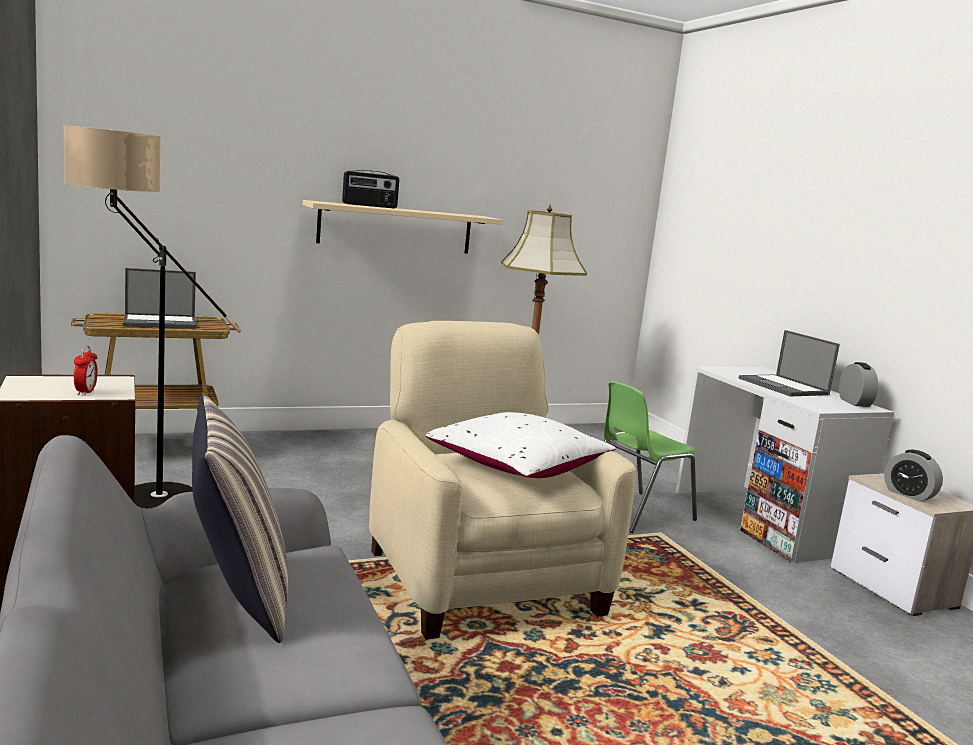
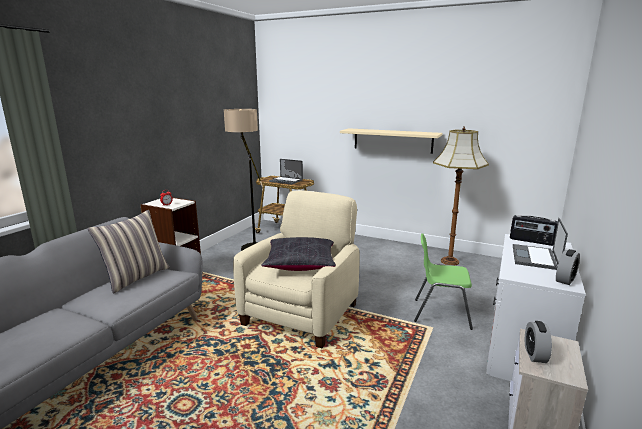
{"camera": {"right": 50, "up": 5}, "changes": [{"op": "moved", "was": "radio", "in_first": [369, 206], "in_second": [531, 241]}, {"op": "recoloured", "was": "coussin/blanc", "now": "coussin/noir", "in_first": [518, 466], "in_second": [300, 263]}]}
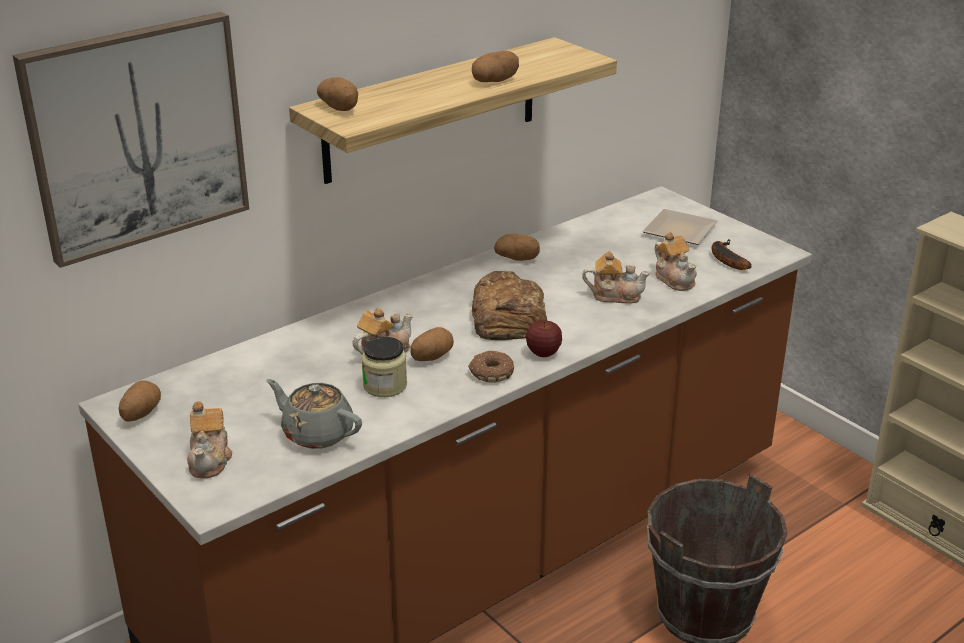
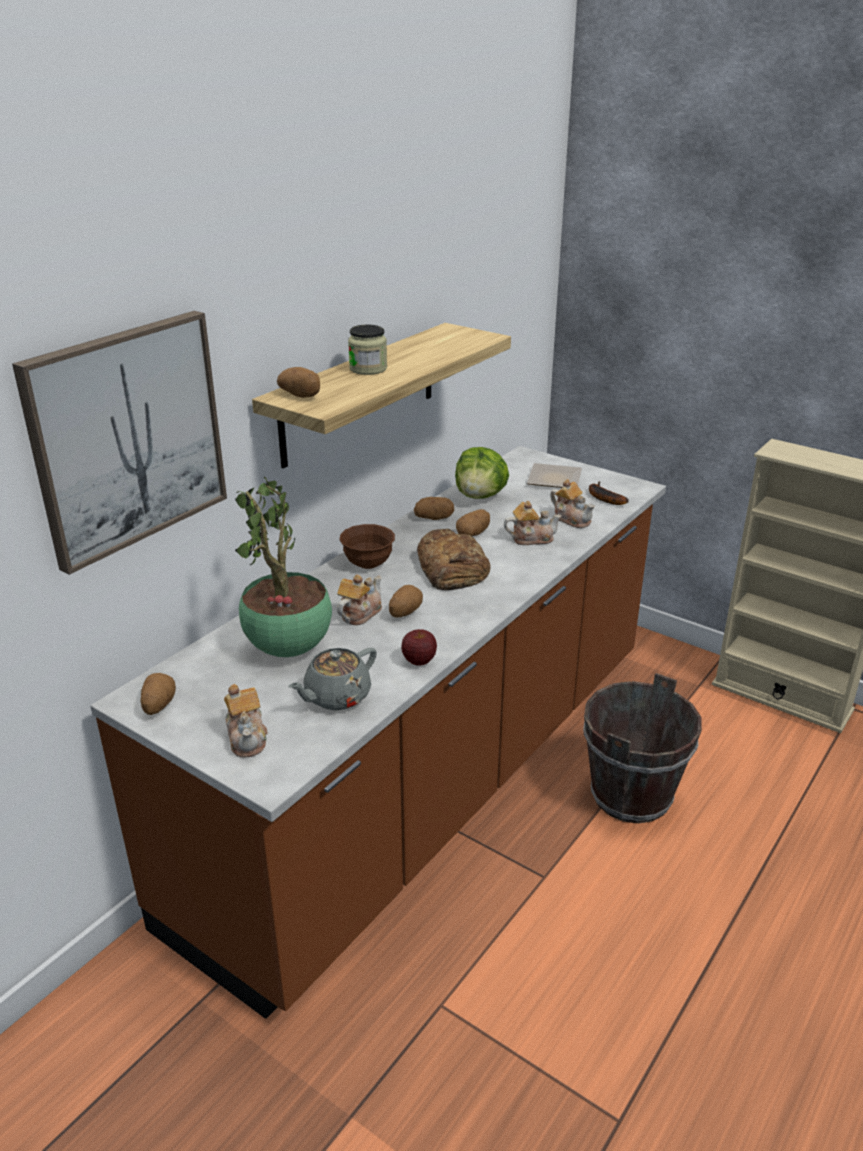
{"camera": {"right": -15, "up": 0}, "changes": [{"op": "turned", "was": "théière/gris", "in_first": [317, 433], "in_second": [336, 696], "clockwise": -60}, {"op": "moved", "was": "bocal", "in_first": [385, 386], "in_second": [368, 369]}, {"op": "removed", "was": "beignet", "in_first": [491, 373]}, {"op": "moved", "was": "pomme de terre", "in_first": [495, 81], "in_second": [473, 534]}, {"op": "moved", "was": "pomme", "in_first": [543, 353], "in_second": [419, 661]}, {"op": "added", "now": "plante en pot", "in_second": [288, 650]}, {"op": "added", "now": "bol/marron", "in_second": [368, 564]}, {"op": "added", "now": "laitue", "in_second": [480, 496]}]}
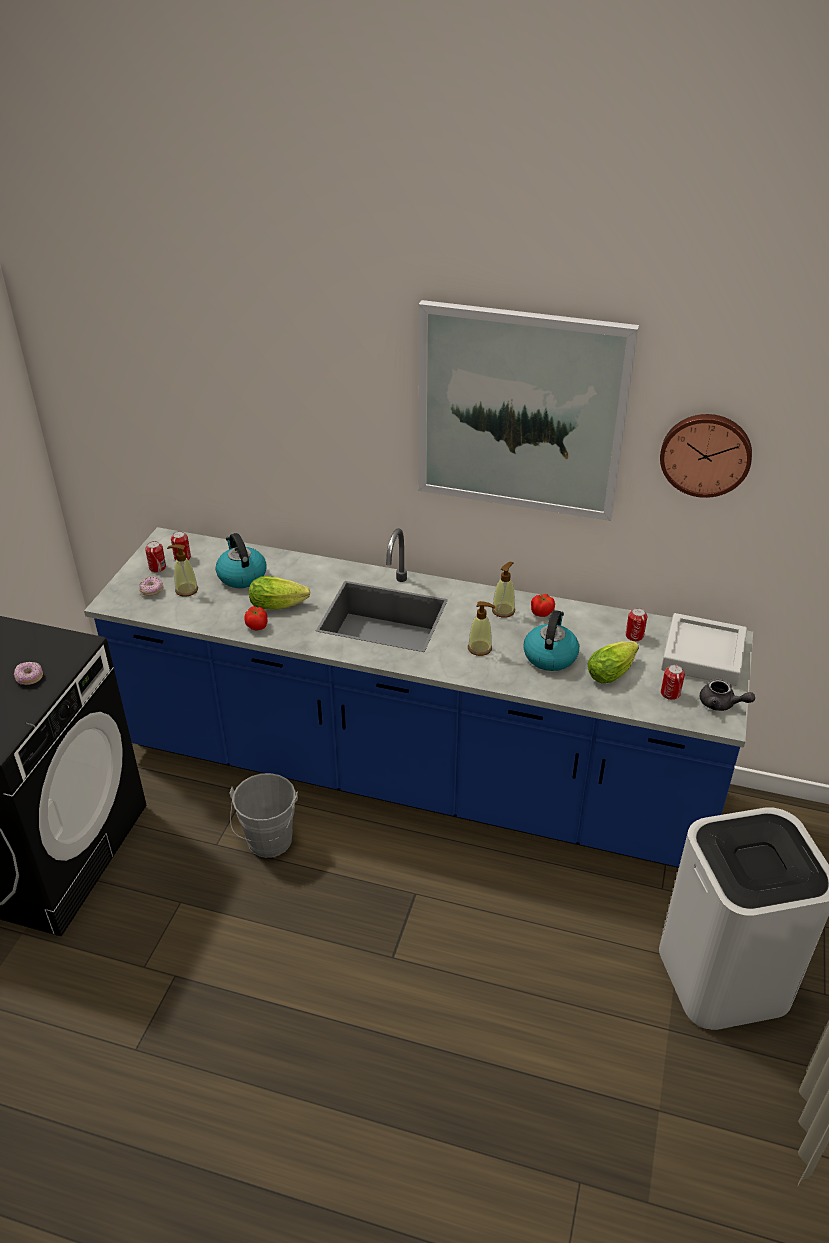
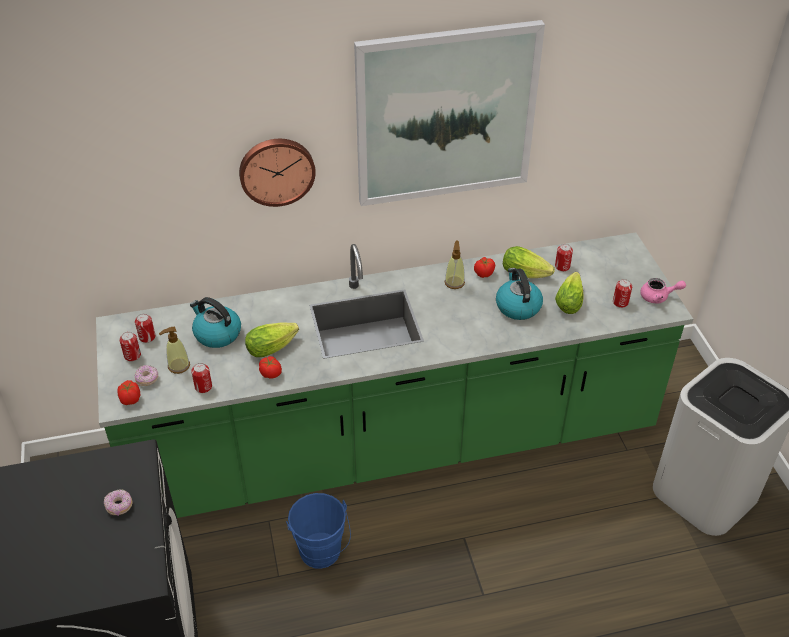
{"camera": {"right": -30, "up": 5}, "changes": [{"op": "recoloured", "was": "comptoir de cuisine/bleu", "now": "comptoir de cuisine/vert", "in_first": [414, 775], "in_second": [394, 444]}, {"op": "recoloured", "was": "seau/gris", "now": "seau/bleu", "in_first": [268, 844], "in_second": [321, 555]}, {"op": "removed", "was": "distributeur de savon", "in_first": [480, 648]}, {"op": "moved", "was": "horloge murale", "in_first": [706, 453], "in_second": [276, 170]}, {"op": "removed", "was": "plateau/gris", "in_first": [703, 655]}, {"op": "recoloured", "was": "théière/gris", "now": "théière/rose", "in_first": [721, 704], "in_second": [658, 297]}, {"op": "added", "now": "tomate", "in_second": [130, 399]}, {"op": "added", "now": "boîte métallique", "in_second": [203, 387]}, {"op": "added", "now": "laitue", "in_second": [527, 274]}]}
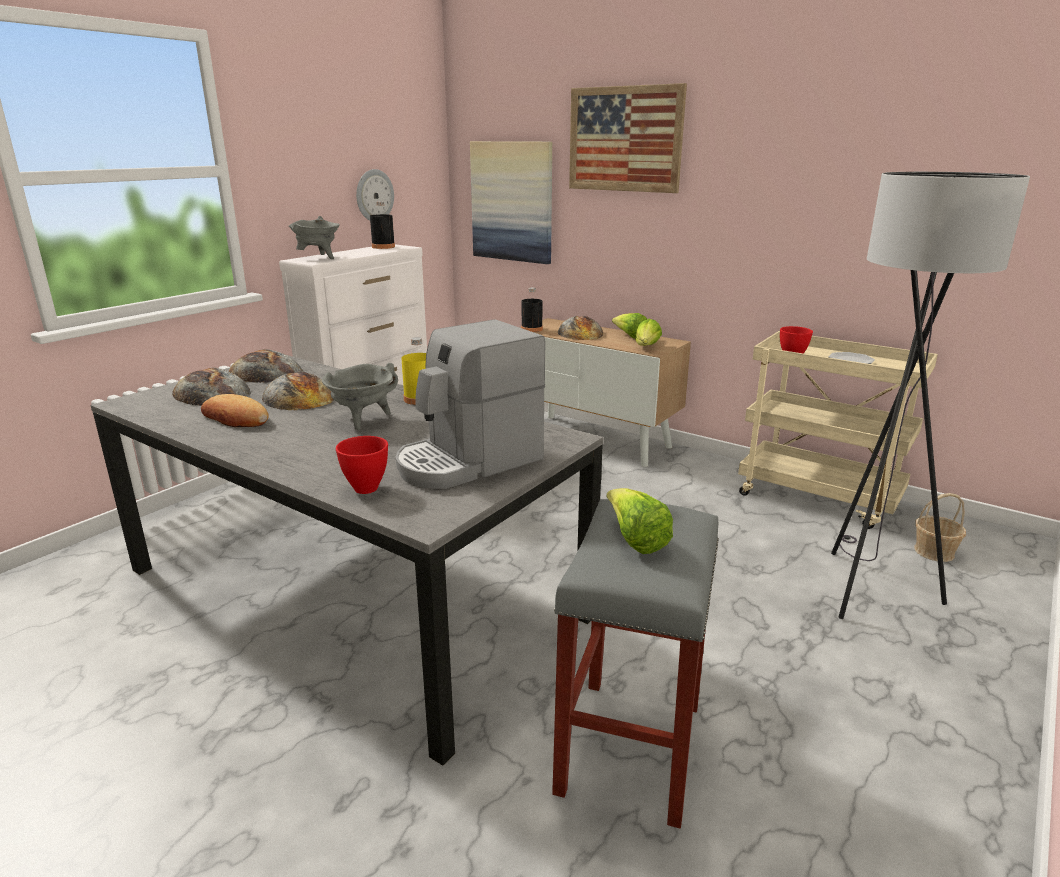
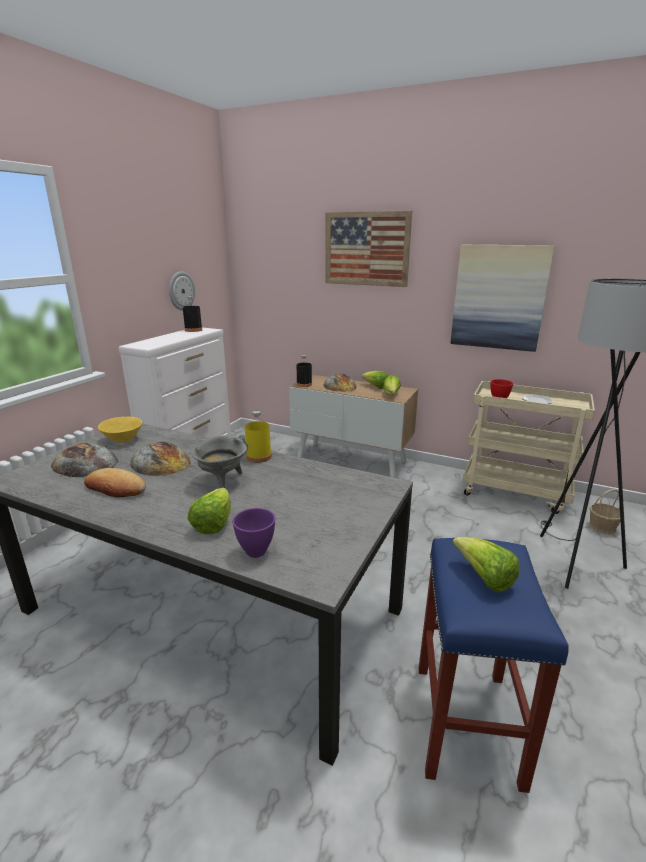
{"camera": {"right": -10, "up": 0}, "changes": [{"op": "replaced", "was": "pain", "now": "bol/jaune", "in_first": [265, 372], "in_second": [123, 440]}, {"op": "removed", "was": "marmite/gris", "in_first": [318, 258]}, {"op": "recoloured", "was": "bol/rouge", "now": "bol/violet", "in_first": [367, 488], "in_second": [256, 551]}, {"op": "removed", "was": "machine à café", "in_first": [468, 462]}, {"op": "moved", "was": "tableau", "in_first": [512, 202], "in_second": [499, 297]}, {"op": "recoloured", "was": "tabouret/gris", "now": "tabouret/bleu", "in_first": [631, 750], "in_second": [468, 725]}, {"op": "added", "now": "laitue", "in_second": [213, 523]}]}
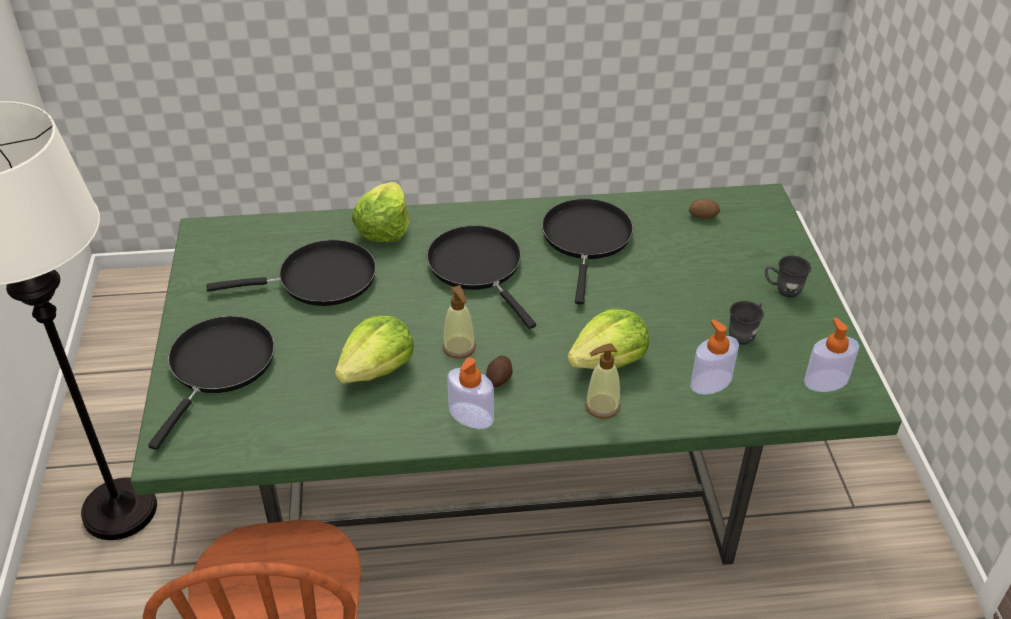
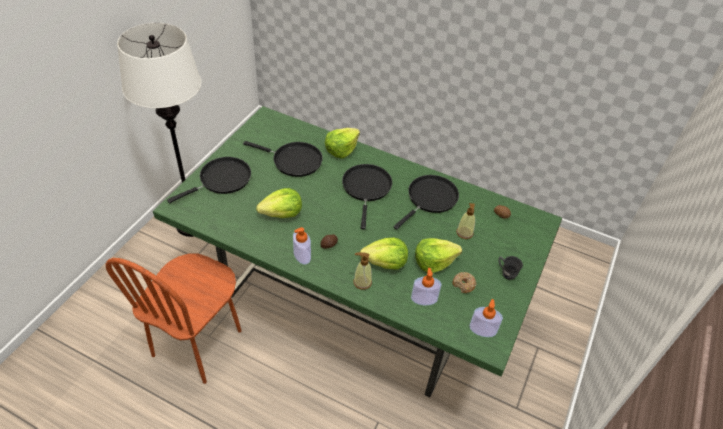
{"camera": {"right": 30, "up": 5}, "changes": [{"op": "moved", "was": "distributeur de savon", "in_first": [459, 347], "in_second": [464, 233]}, {"op": "replaced", "was": "mug/gris", "now": "beignet", "in_first": [744, 334], "in_second": [463, 285]}, {"op": "added", "now": "laitue", "in_second": [434, 262]}]}
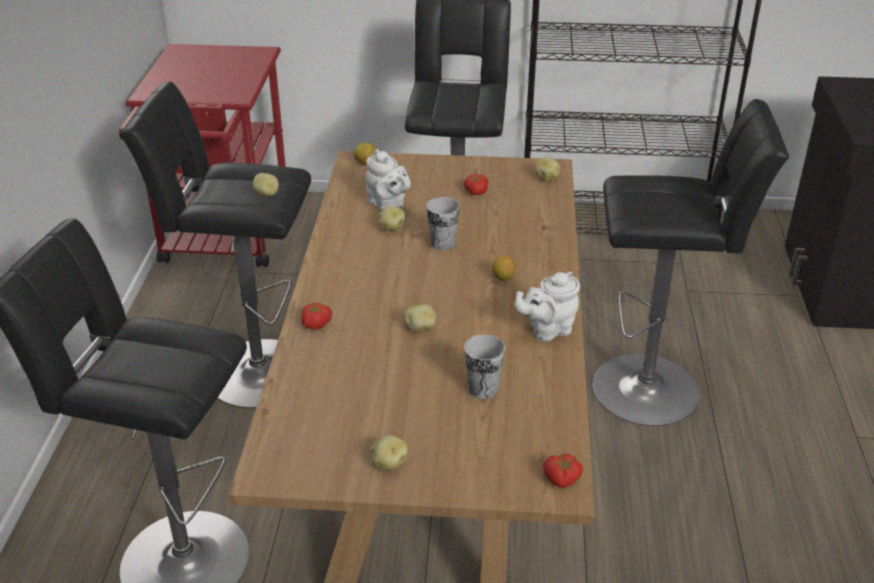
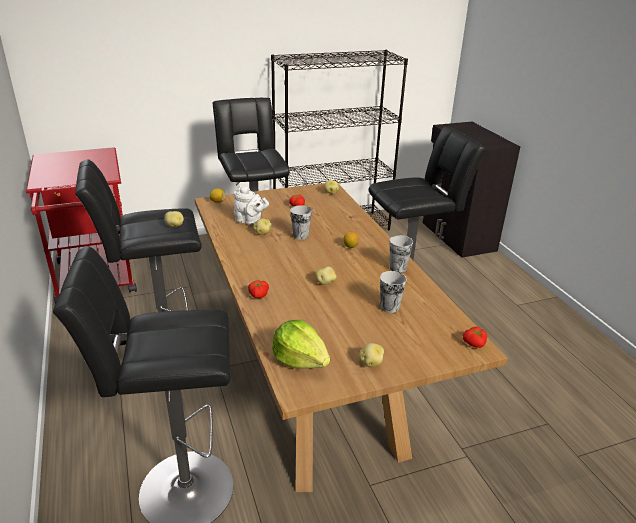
{"camera": {"right": -25, "up": -5}, "changes": [{"op": "replaced", "was": "théière/blanc", "now": "tasse", "in_first": [547, 330], "in_second": [398, 268]}, {"op": "added", "now": "laitue", "in_second": [300, 359]}]}
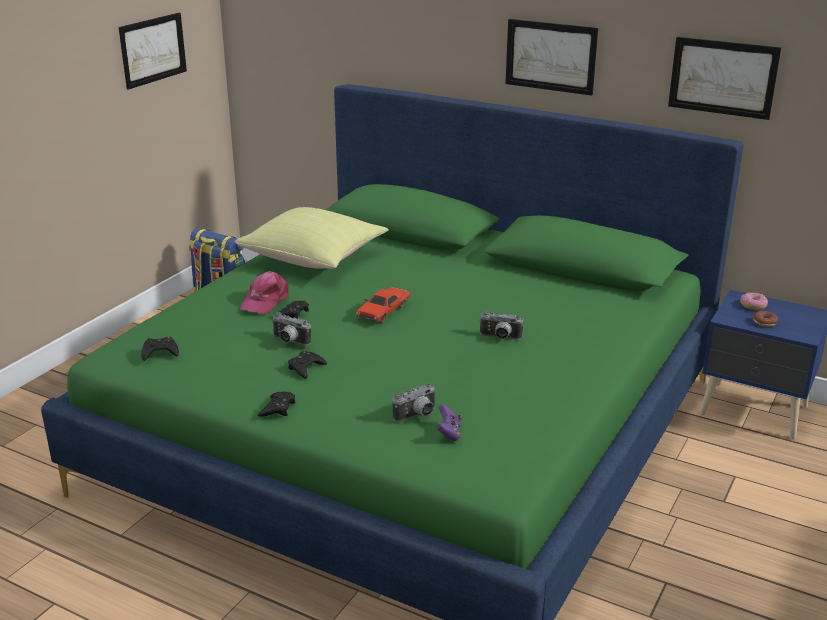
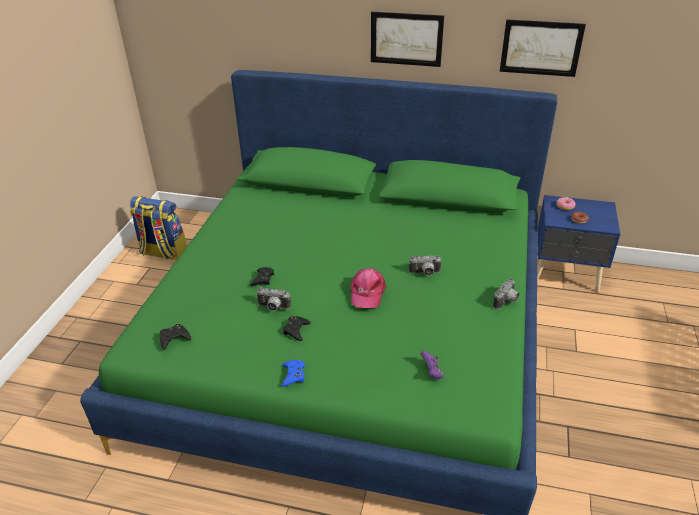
{"camera": {"right": -15, "up": 10}, "changes": [{"op": "removed", "was": "tableau", "in_first": [153, 50]}, {"op": "removed", "was": "coussin/jaune", "in_first": [315, 258]}, {"op": "moved", "was": "casquette/rose", "in_first": [265, 301], "in_second": [367, 292]}, {"op": "recoloured", "was": "manette/noir", "now": "manette/bleu", "in_first": [278, 408], "in_second": [293, 375]}, {"op": "removed", "was": "petite voiture/rouge", "in_first": [383, 311]}, {"op": "moved", "was": "appareil photo", "in_first": [417, 416], "in_second": [506, 302]}]}
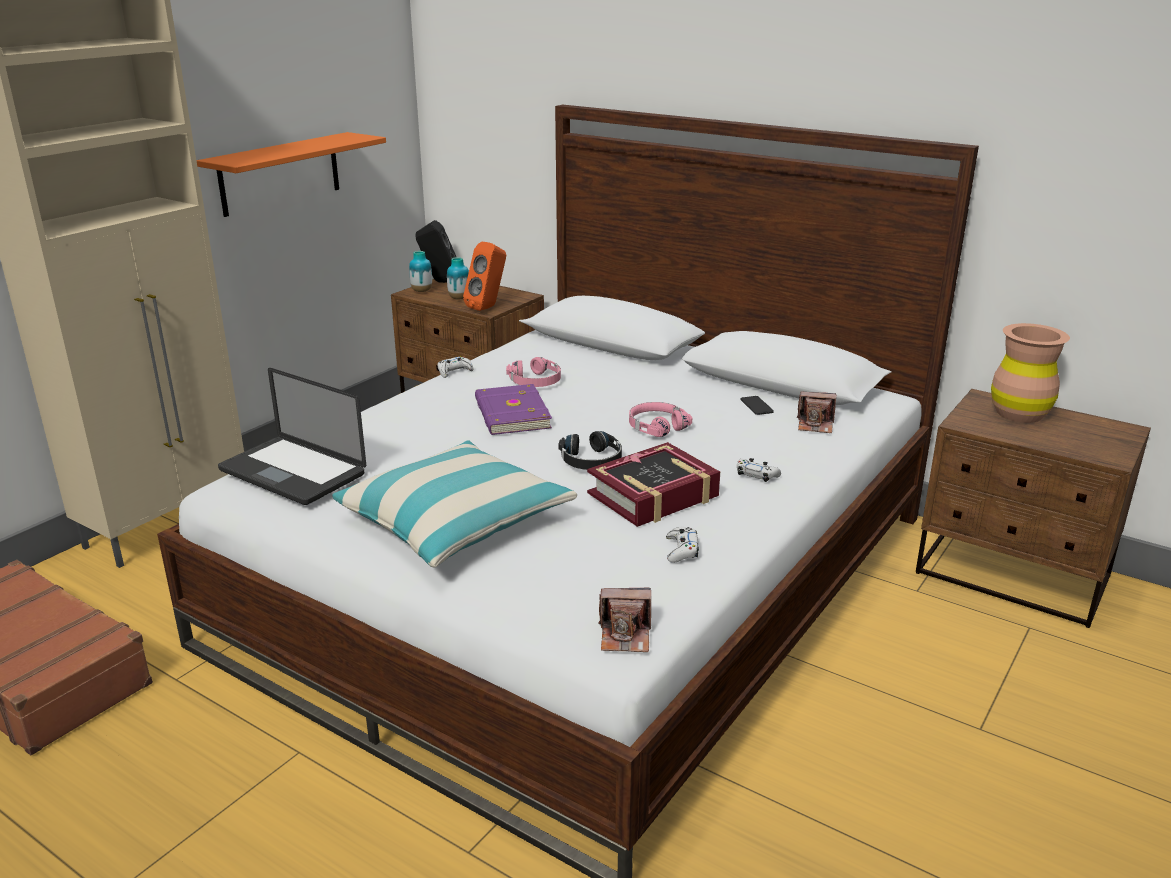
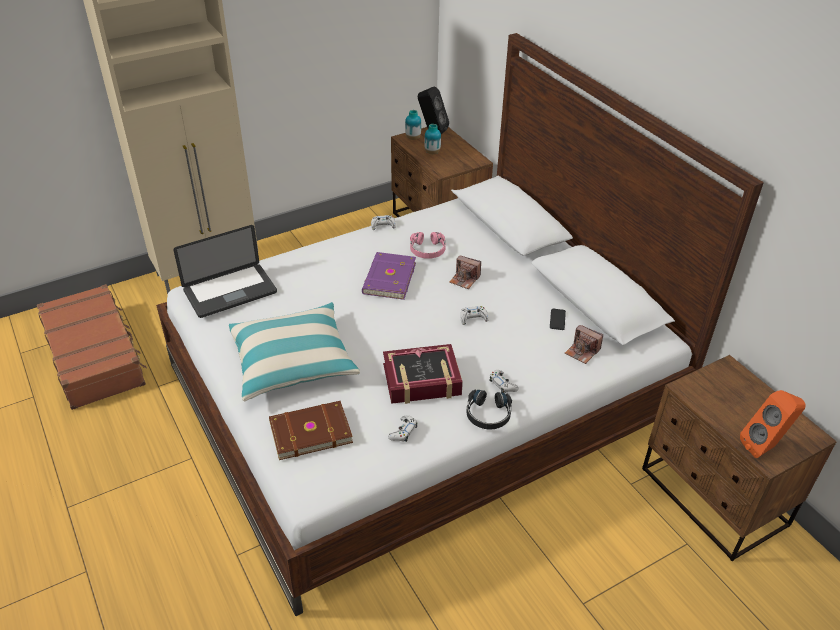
{"camera": {"right": 25, "up": 15}, "changes": [{"op": "removed", "was": "étagère/orange", "in_first": [280, 174]}, {"op": "turned", "was": "ordinateur portable", "in_first": [292, 472], "in_second": [230, 292], "clockwise": -90}, {"op": "moved", "was": "enceinte/orange", "in_first": [488, 307], "in_second": [764, 447]}, {"op": "moved", "was": "casque audio/noir", "in_first": [591, 460], "in_second": [488, 415]}, {"op": "moved", "was": "appareil photo", "in_first": [625, 636], "in_second": [464, 279]}, {"op": "replaced", "was": "casque audio/rose", "now": "manette/blanc", "in_first": [656, 426], "in_second": [473, 318]}, {"op": "removed", "was": "vase/marron", "in_first": [1019, 413]}, {"op": "added", "now": "livre/marron", "in_second": [309, 431]}]}
